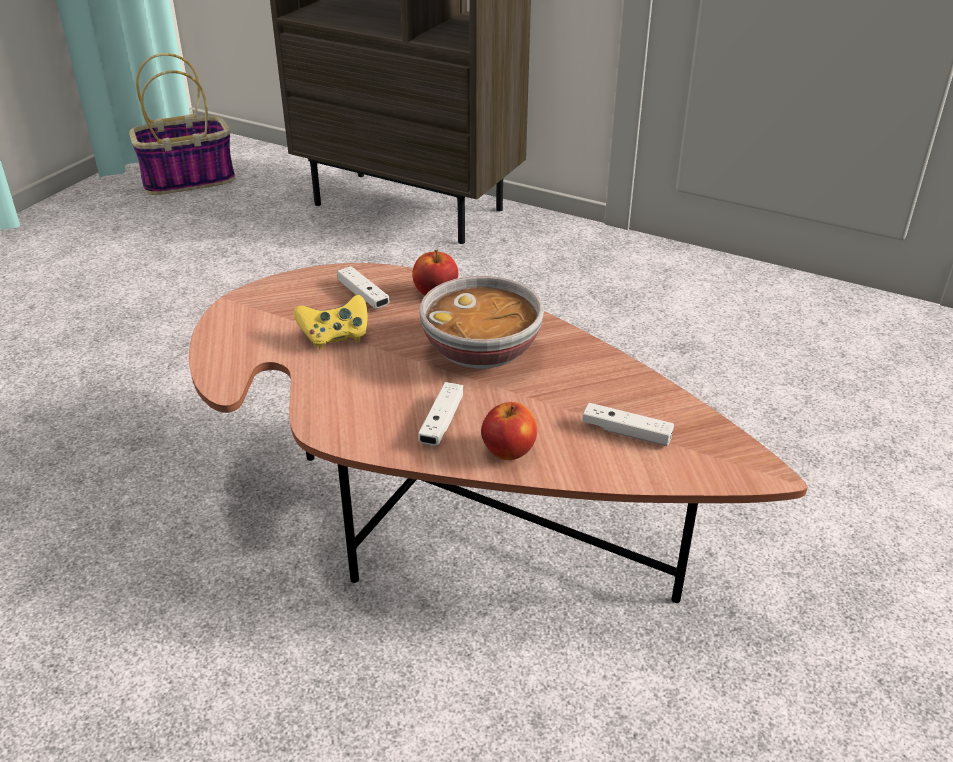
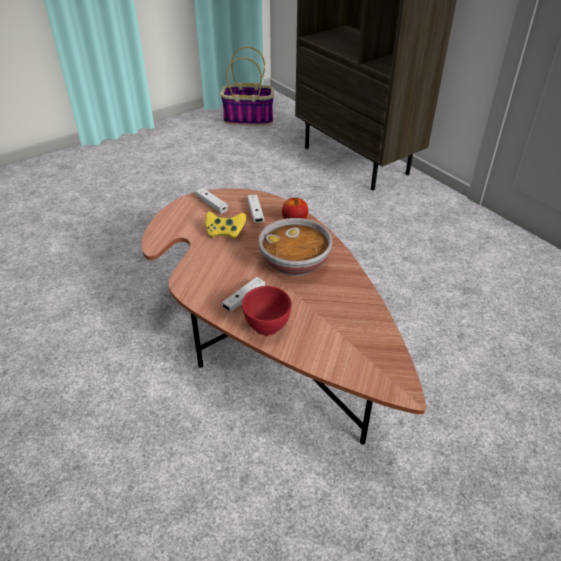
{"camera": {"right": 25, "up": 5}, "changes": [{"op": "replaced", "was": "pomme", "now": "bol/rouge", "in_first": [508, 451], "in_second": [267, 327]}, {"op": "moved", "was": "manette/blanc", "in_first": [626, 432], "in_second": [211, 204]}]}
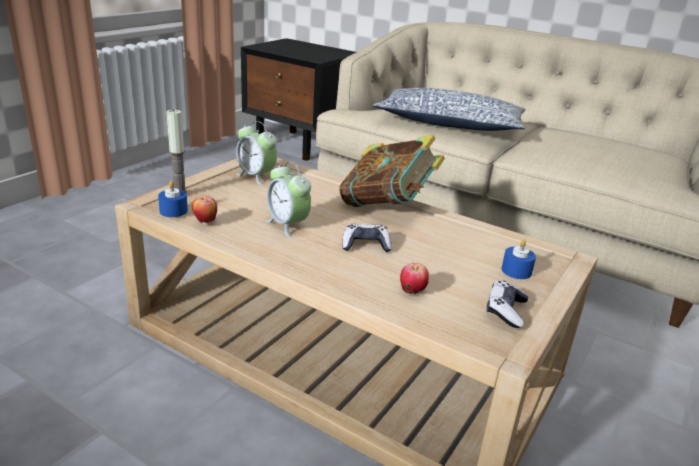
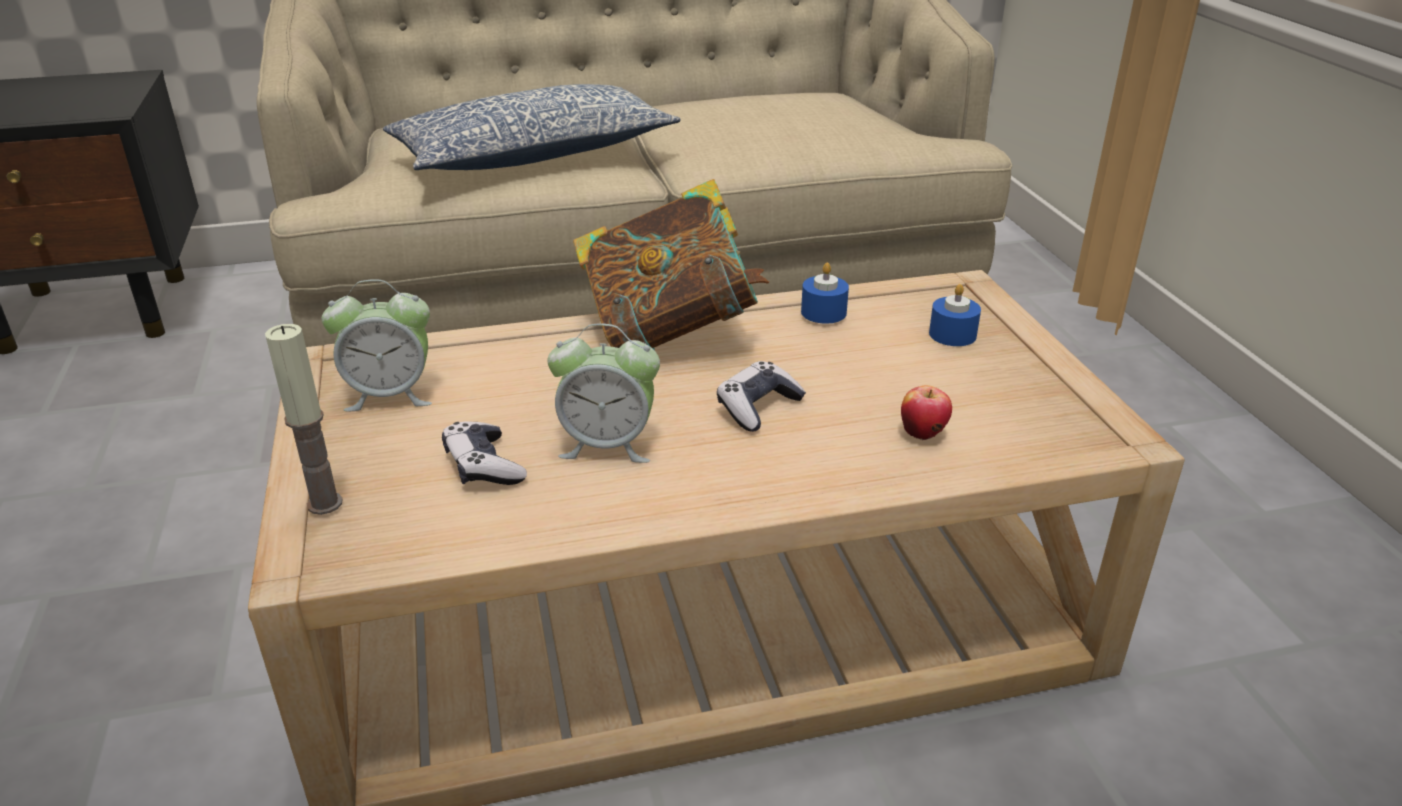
{"camera": {"right": -45, "up": 5}, "changes": [{"op": "moved", "was": "bougie/bleu", "in_first": [173, 211], "in_second": [823, 312]}, {"op": "removed", "was": "pomme", "in_first": [205, 221]}, {"op": "moved", "was": "manette", "in_first": [505, 311], "in_second": [483, 466]}]}
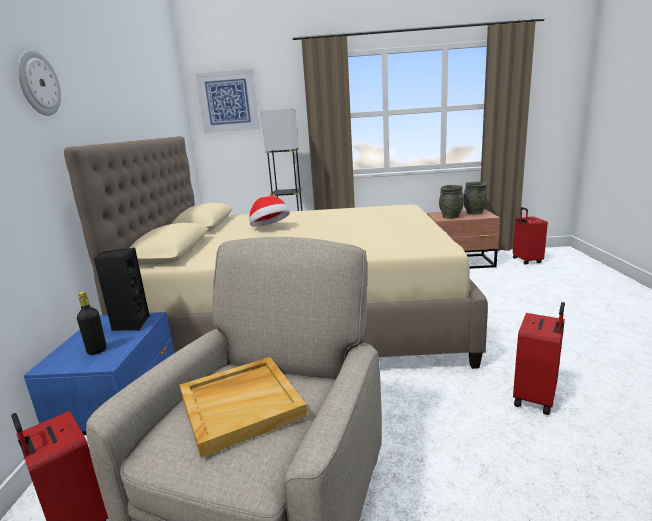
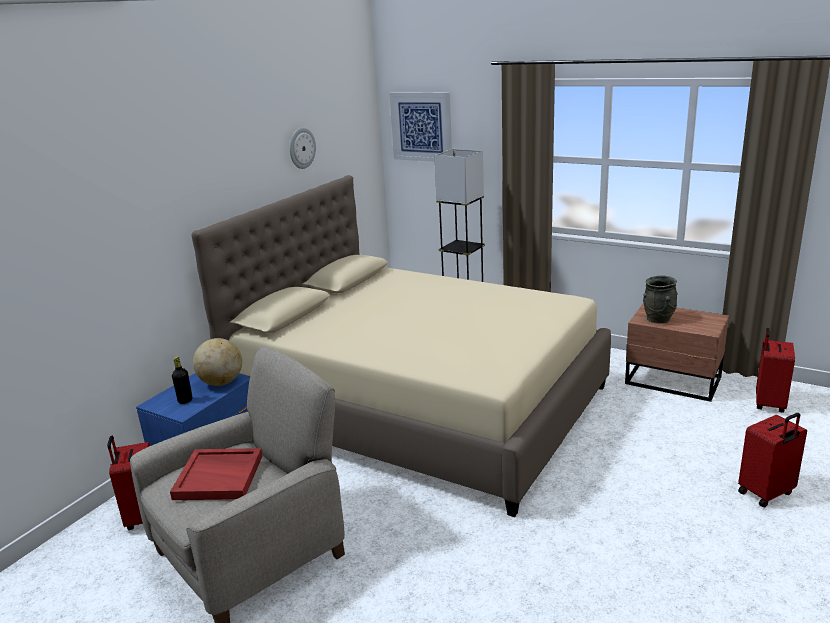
{"camera": {"right": 30, "up": 5}, "changes": [{"op": "moved", "was": "horloge murale", "in_first": [38, 83], "in_second": [301, 148]}, {"op": "replaced", "was": "enceinte/noir", "now": "globe", "in_first": [130, 324], "in_second": [221, 382]}, {"op": "recoloured", "was": "plateau/beige", "now": "plateau/rouge", "in_first": [242, 405], "in_second": [220, 476]}, {"op": "removed", "was": "chapeau", "in_first": [270, 228]}, {"op": "removed", "was": "vase/gris", "in_first": [474, 213]}, {"op": "moved", "was": "valise/rouge", "in_first": [536, 398], "in_second": [766, 493]}]}
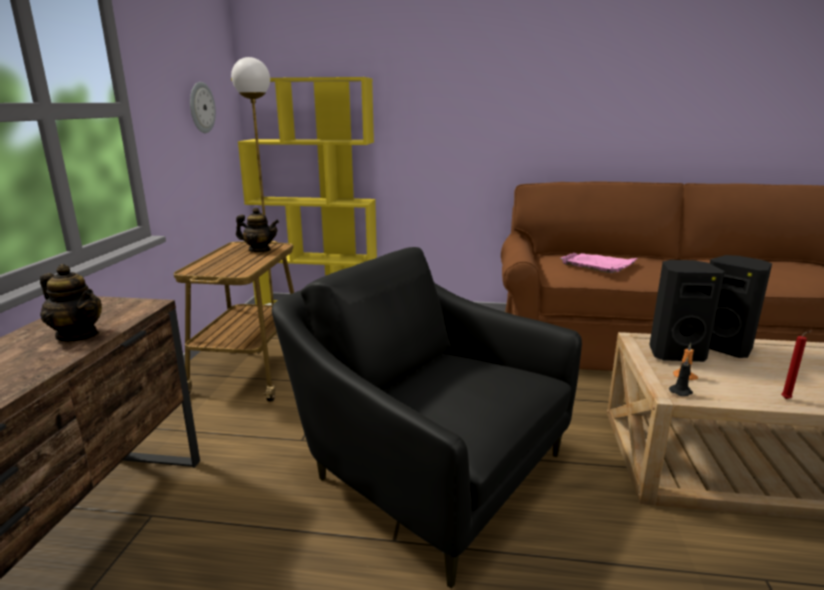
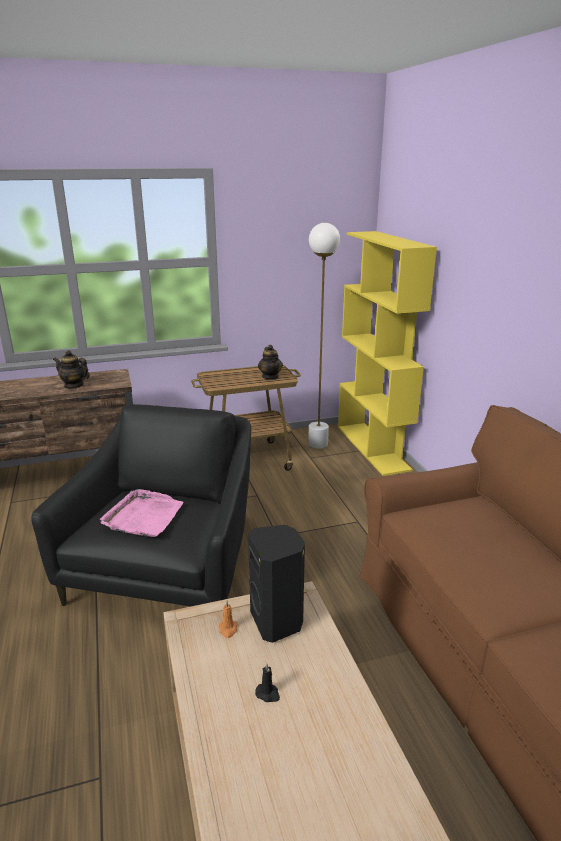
{"camera": {"right": 65, "up": 5}, "changes": [{"op": "turned", "was": "théière", "in_first": [78, 335], "in_second": [73, 385], "clockwise": 105}, {"op": "removed", "was": "horloge murale", "in_first": [201, 107]}, {"op": "moved", "was": "plateau/rose", "in_first": [598, 264], "in_second": [143, 516]}, {"op": "moved", "was": "bougie/noir", "in_first": [681, 391], "in_second": [268, 694]}, {"op": "removed", "was": "enceinte/noir", "in_first": [725, 347]}, {"op": "removed", "was": "bougie/rouge", "in_first": [787, 399]}]}
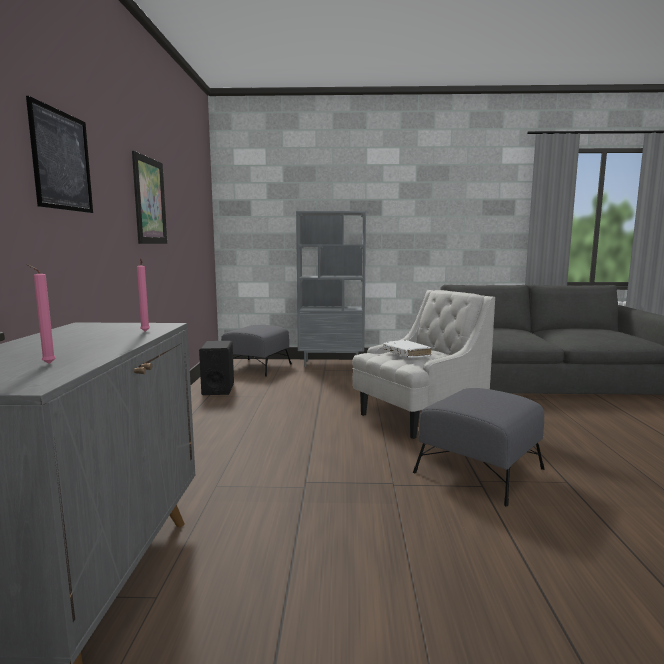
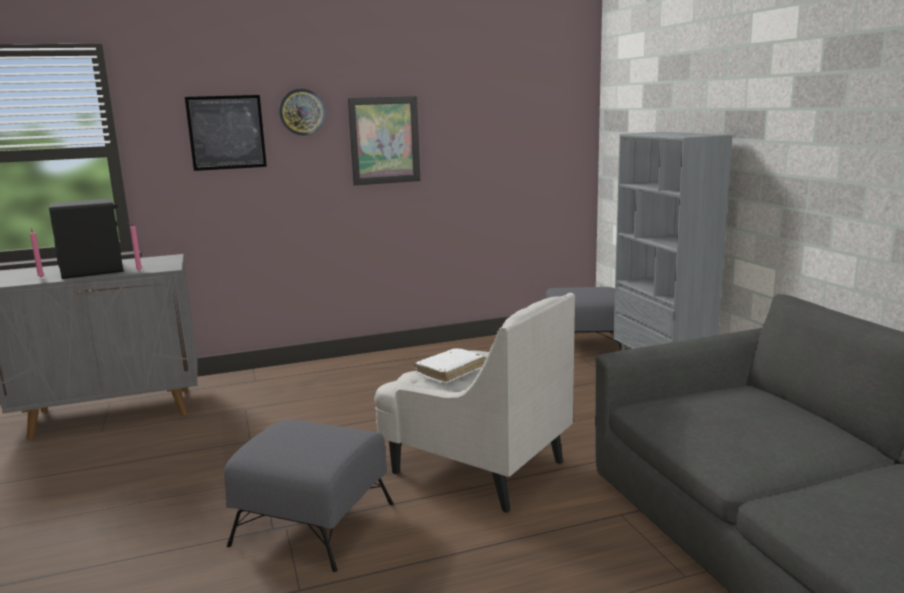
{"camera": {"right": 70, "up": 5}, "changes": [{"op": "moved", "was": "enceinte/noir", "in_first": [218, 389], "in_second": [93, 271]}, {"op": "added", "now": "horloge murale", "in_second": [302, 112]}]}
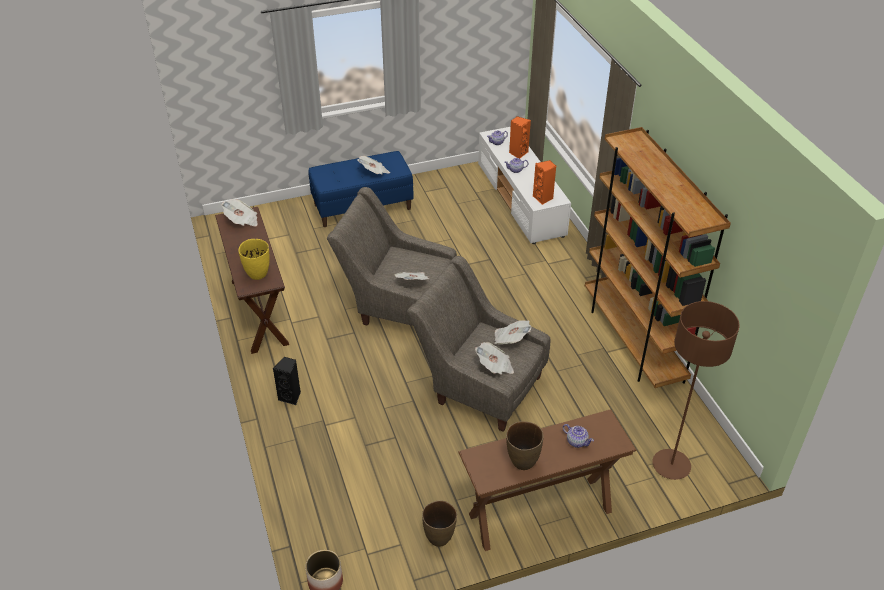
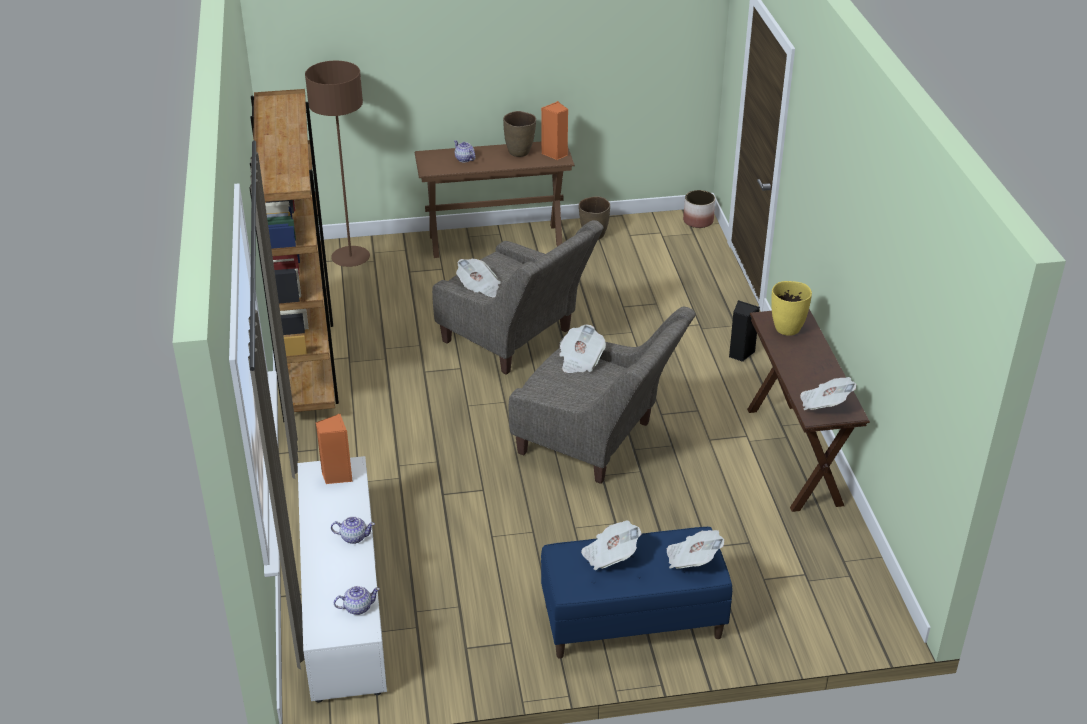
{"camera": {"right": -170, "up": -5}, "changes": [{"op": "moved", "was": "journal", "in_first": [495, 366], "in_second": [692, 560]}, {"op": "moved", "was": "enceinte/orange", "in_first": [518, 153], "in_second": [555, 154]}]}
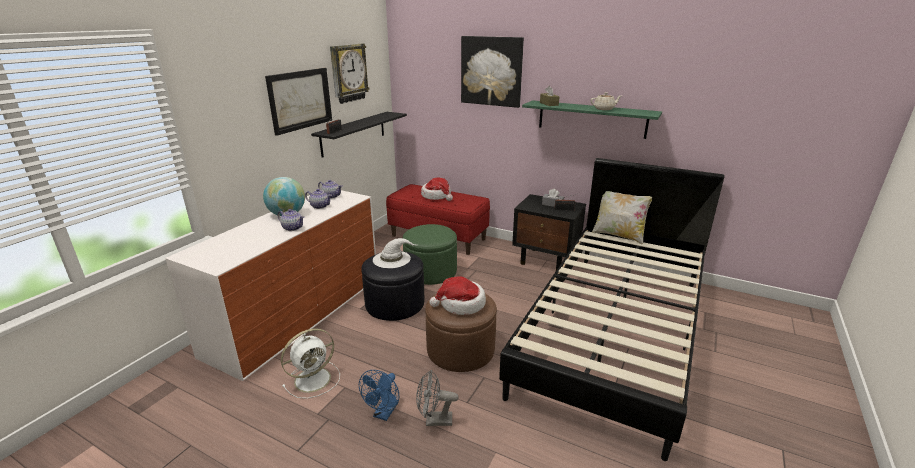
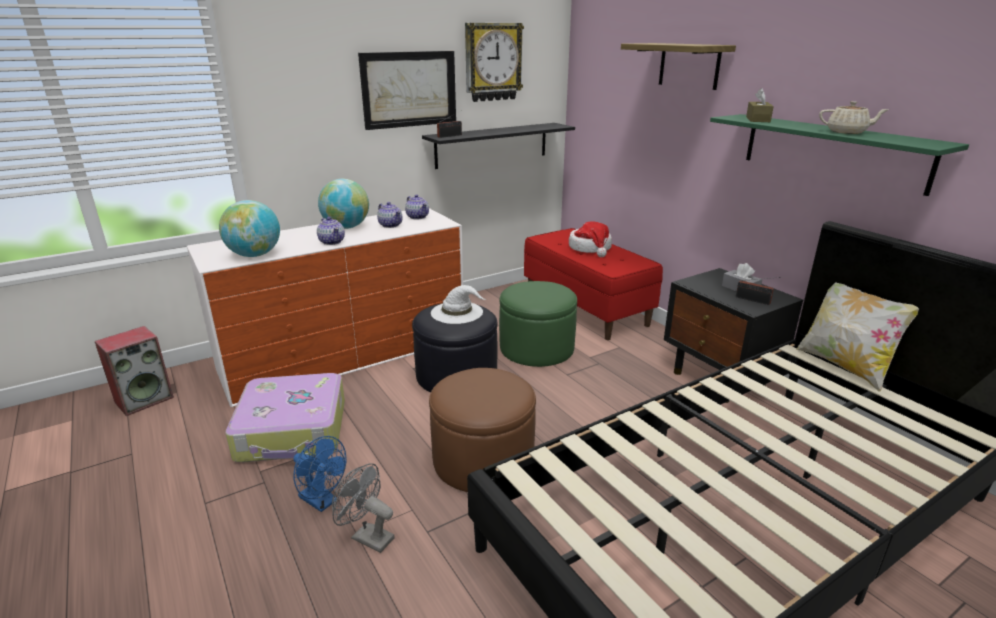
{"camera": {"right": 30, "up": 0}, "changes": [{"op": "replaced", "was": "ventilateur/blanc", "now": "valise", "in_first": [314, 379], "in_second": [293, 431]}, {"op": "turned", "was": "ventilateur/bleu", "in_first": [384, 413], "in_second": [322, 501], "clockwise": -105}, {"op": "removed", "was": "chapeau", "in_first": [461, 304]}, {"op": "replaced", "was": "tableau", "now": "étagère", "in_first": [491, 71], "in_second": [689, 65]}, {"op": "added", "now": "enceinte", "in_second": [145, 399]}, {"op": "added", "now": "globe", "in_second": [255, 255]}]}
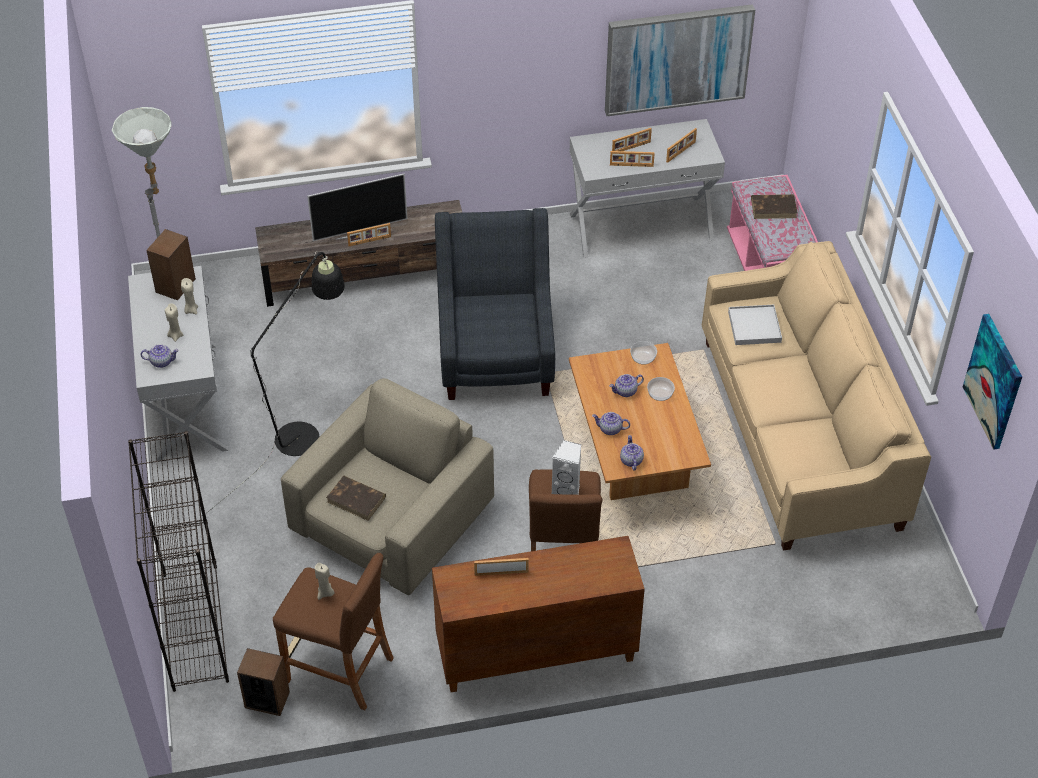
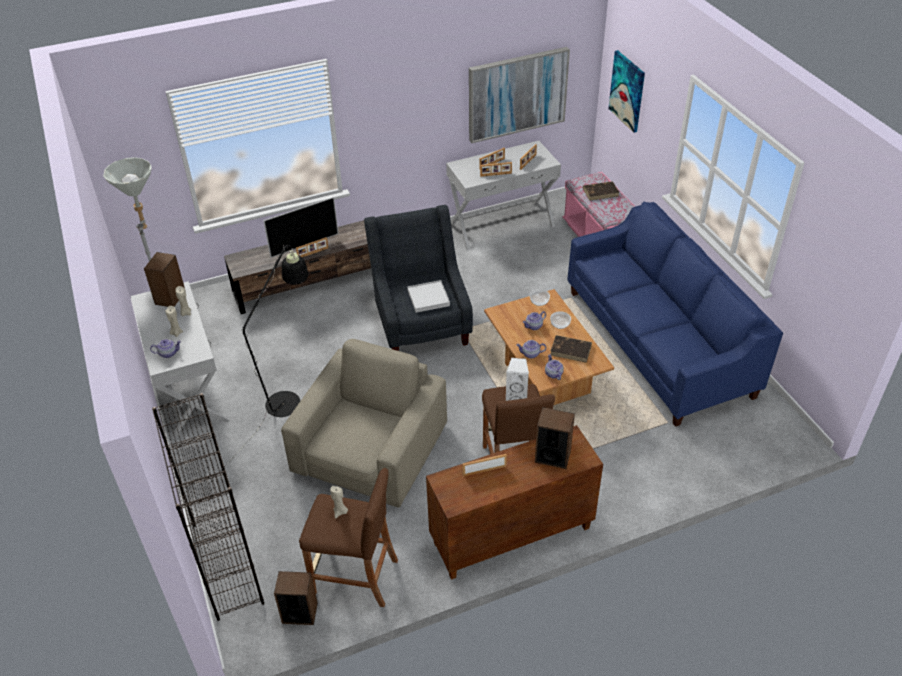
{"camera": {"right": -10, "up": -5}, "changes": [{"op": "moved", "was": "livre/marron", "in_first": [357, 499], "in_second": [571, 350]}, {"op": "recoloured", "was": "canapé/beige", "now": "canapé/bleu", "in_first": [799, 433], "in_second": [658, 343]}, {"op": "moved", "was": "plateau/blanc", "in_first": [754, 327], "in_second": [428, 298]}, {"op": "moved", "was": "tableau", "in_first": [994, 381], "in_second": [627, 91]}, {"op": "added", "now": "enceinte", "in_second": [552, 456]}]}
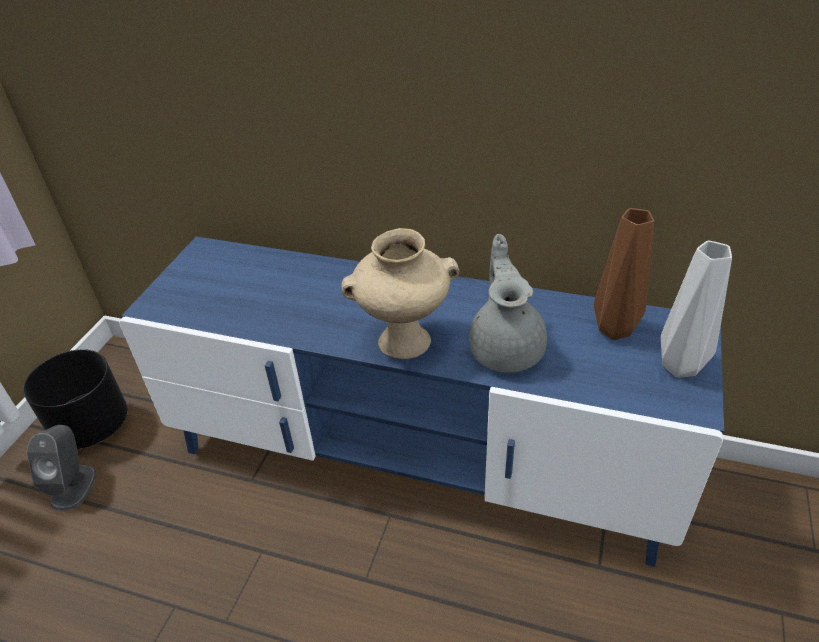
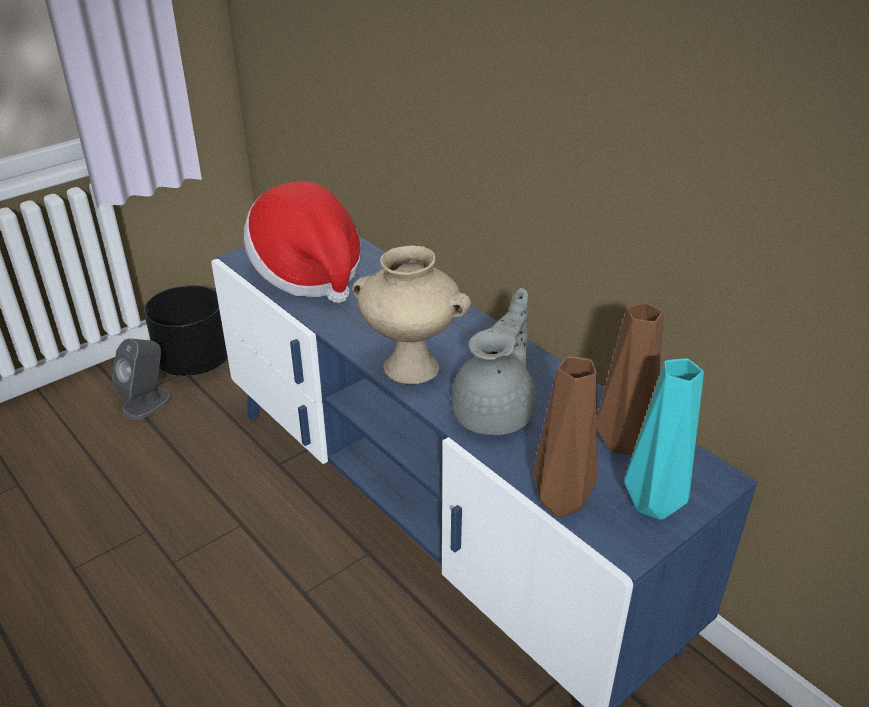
{"camera": {"right": 30, "up": -5}, "changes": [{"op": "recoloured", "was": "vase/gris", "now": "vase/turquoise", "in_first": [680, 365], "in_second": [656, 504]}, {"op": "added", "now": "chapeau", "in_second": [308, 274]}, {"op": "added", "now": "vase/marron", "in_second": [562, 504]}]}
